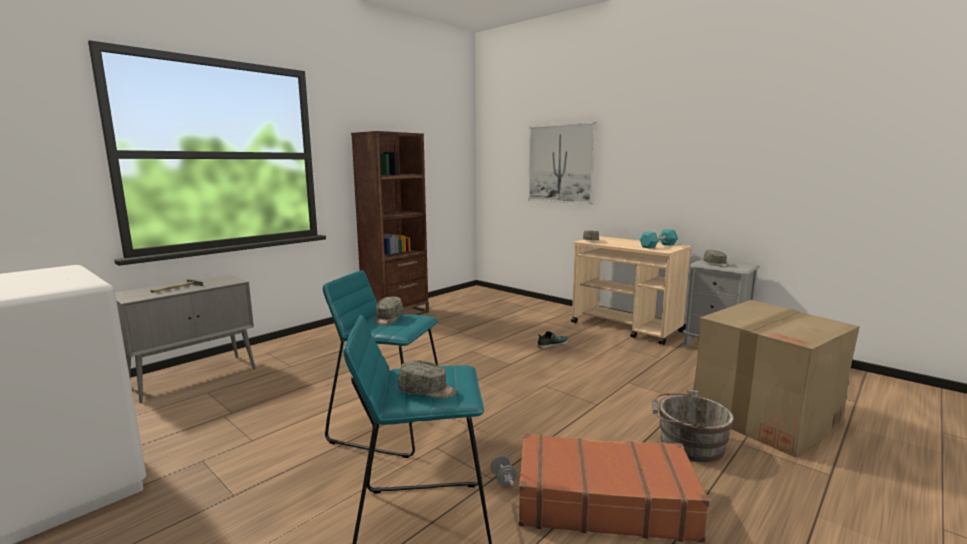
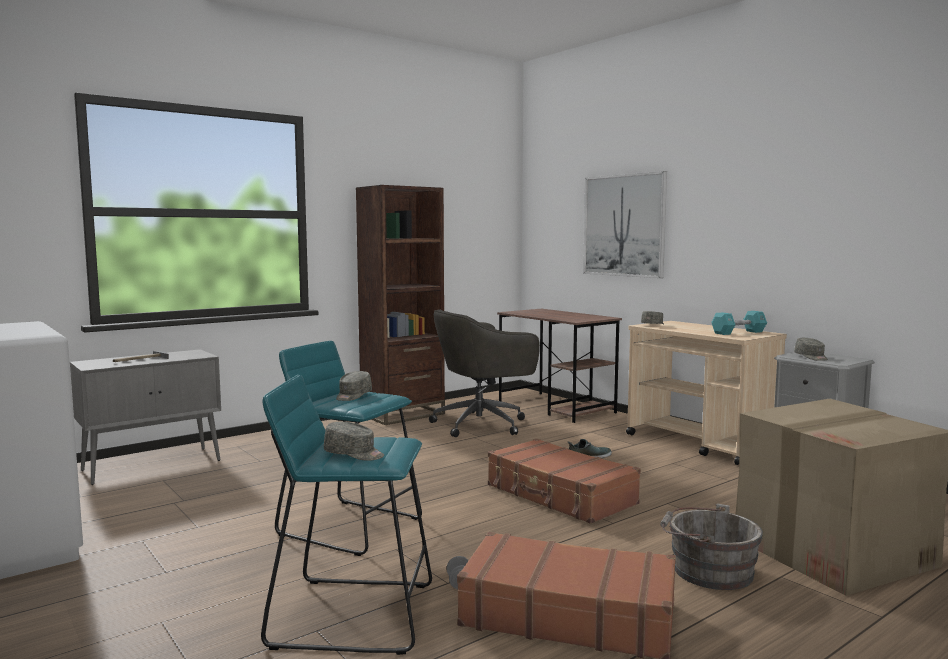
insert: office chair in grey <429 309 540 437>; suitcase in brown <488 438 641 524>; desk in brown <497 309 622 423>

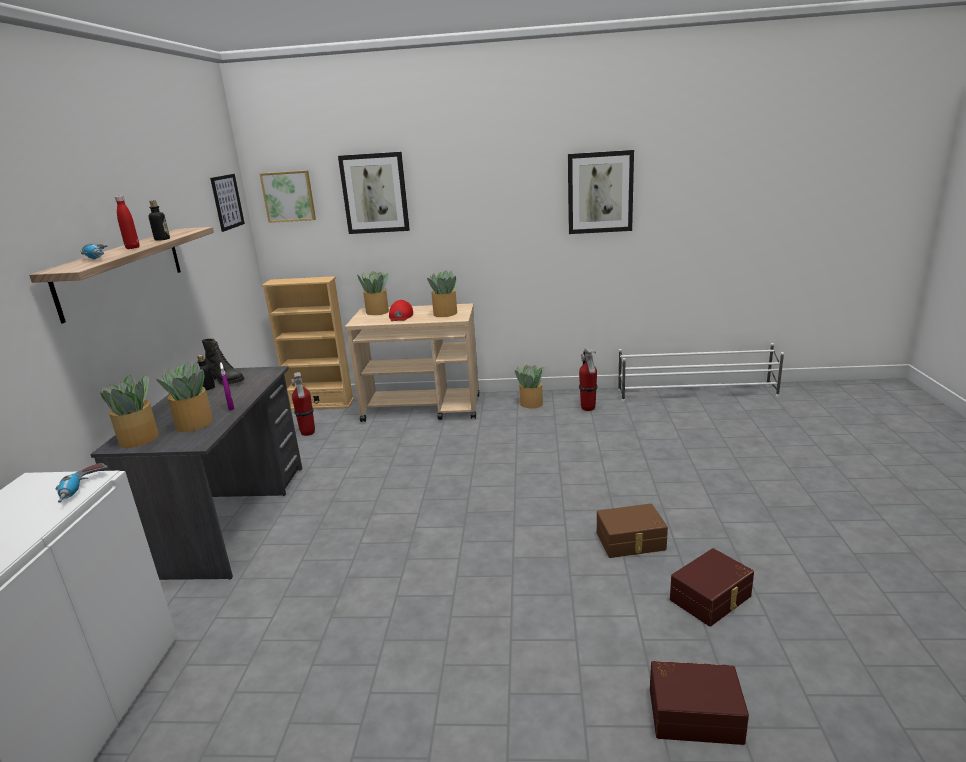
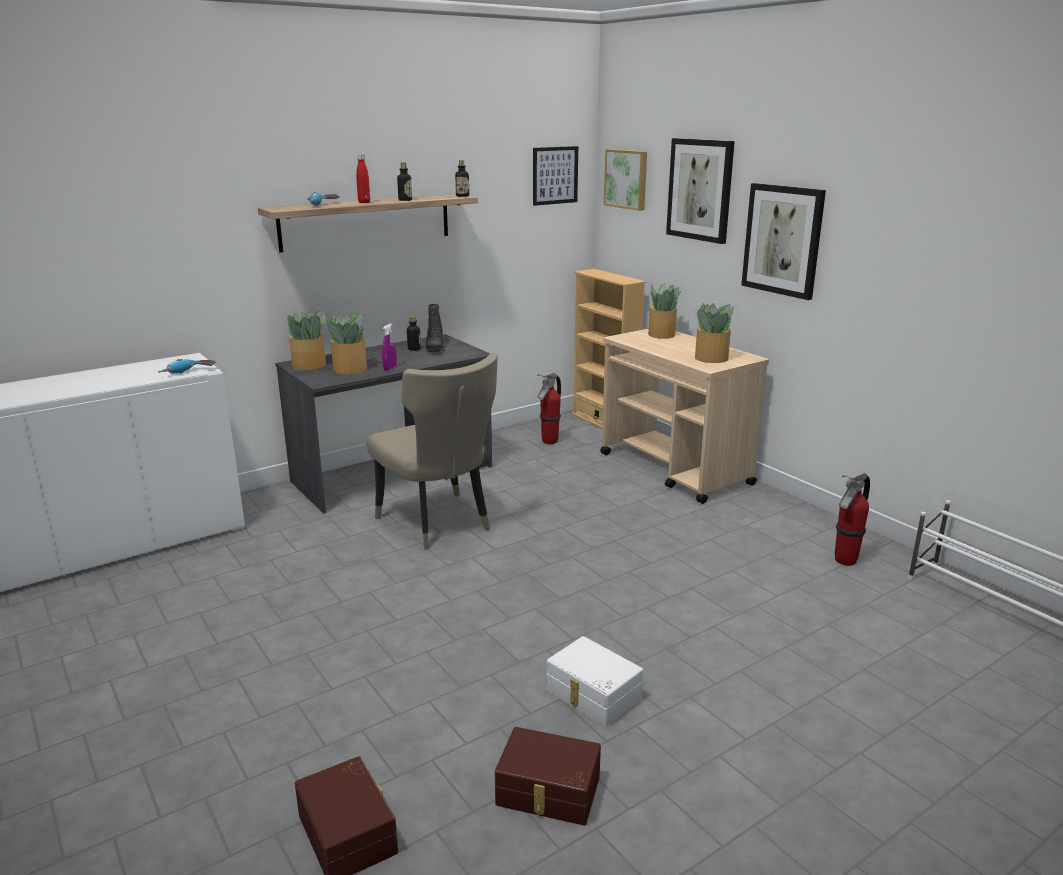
delete: cap in red <389 300 413 321>; potted plant <515 365 544 408>
insert: chair in beige <367 353 498 549>; bottle <455 160 469 197>
move: picture <568 150 634 234> to <741 183 826 300>
recolor: storage box in brown <597 504 668 558> to storage box in white <546 636 643 727>

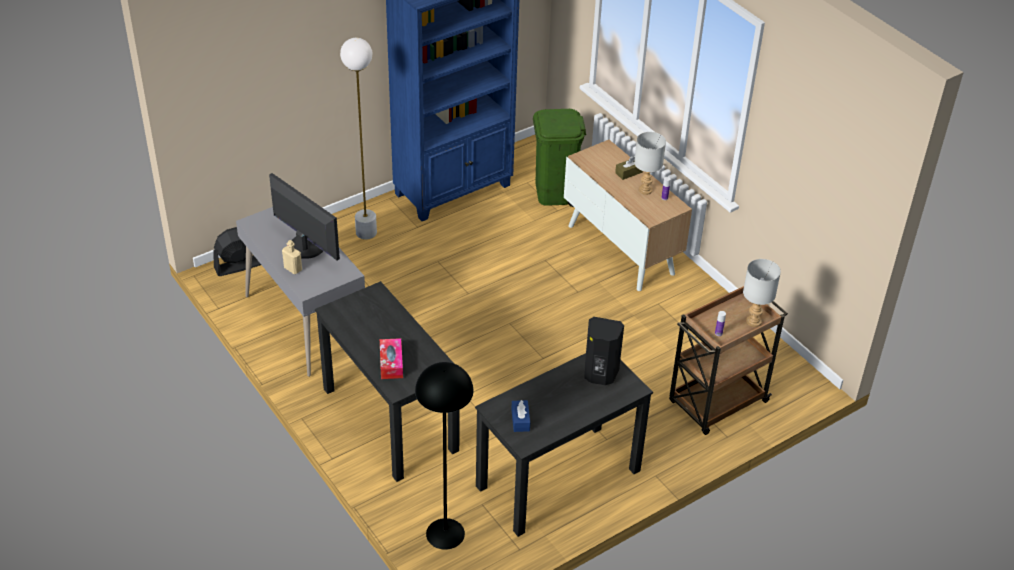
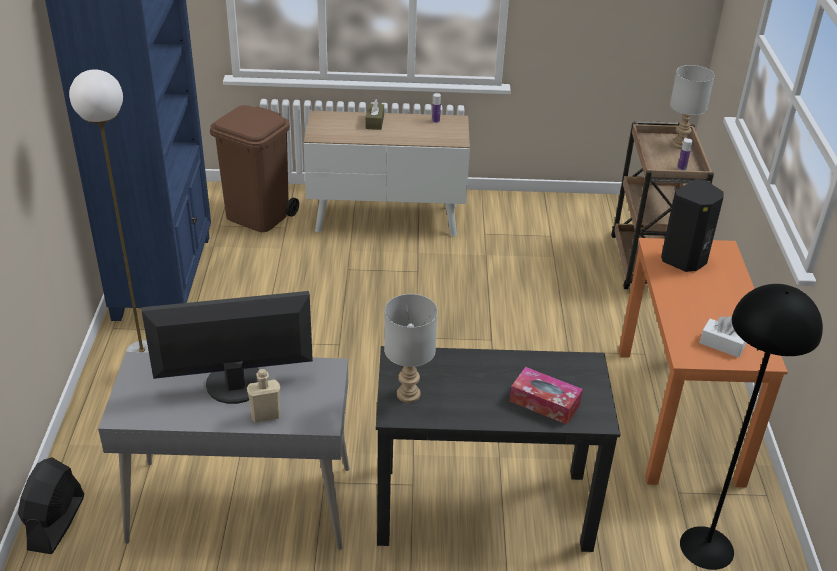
move: table lamp in grey <634 132 666 195> to <384 294 438 403>
recolor: desk in black <475 353 653 537> to desk in orange <619 238 788 487>; tissue box in blue <511 400 530 432> to tissue box in white <700 316 746 358>; trash can in green <533 109 586 207> to trash can in brown <210 105 299 232>

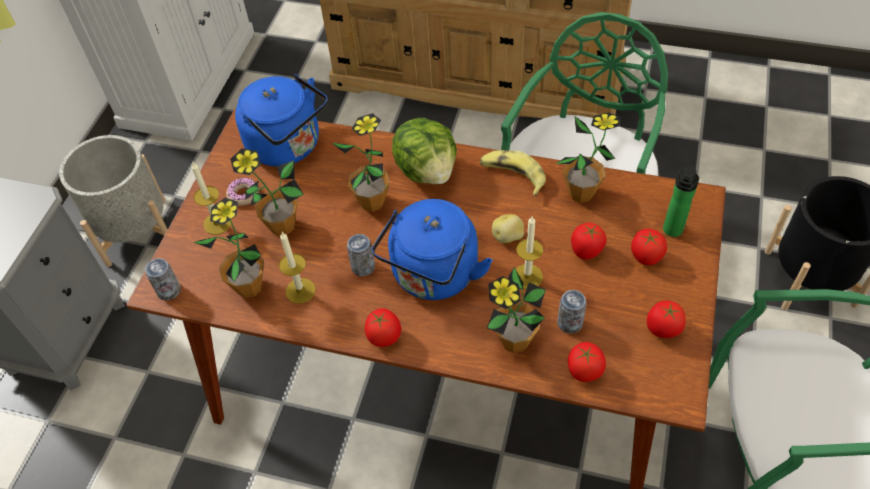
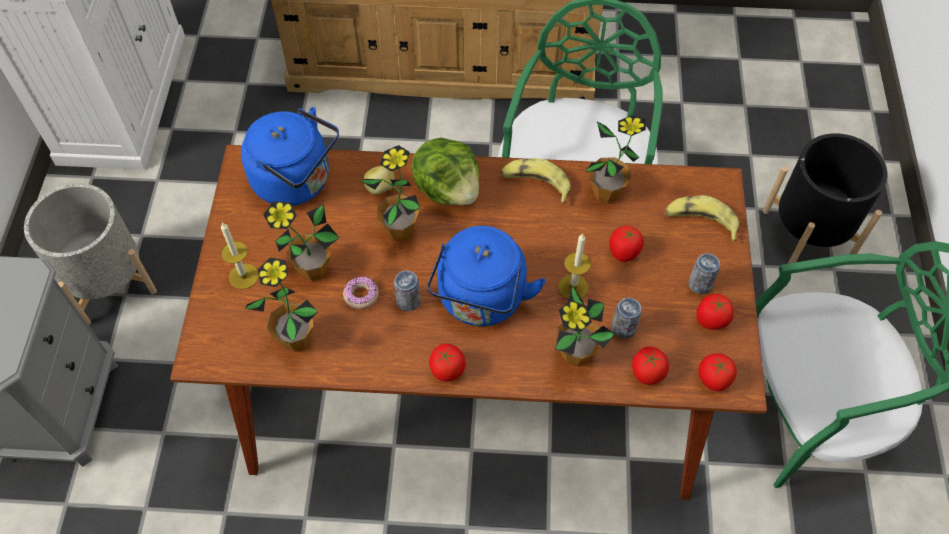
delete: candle <279 232 316 304>
move: can <145 258 181 301> to <688 253 720 294>; donut <226 178 259 206> to <343 277 379 309>; potato <492 214 524 243> to <364 166 395 195>; tomato <631 229 667 265> to <698 353 737 391>
replace: bottle <663 165 699 237> to banana <665 195 739 242>

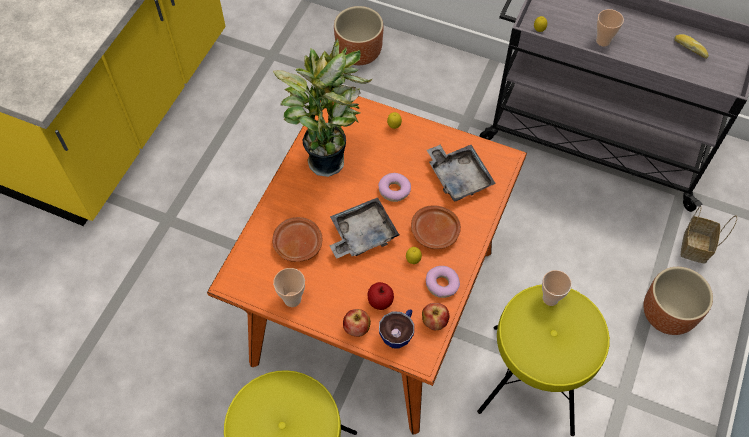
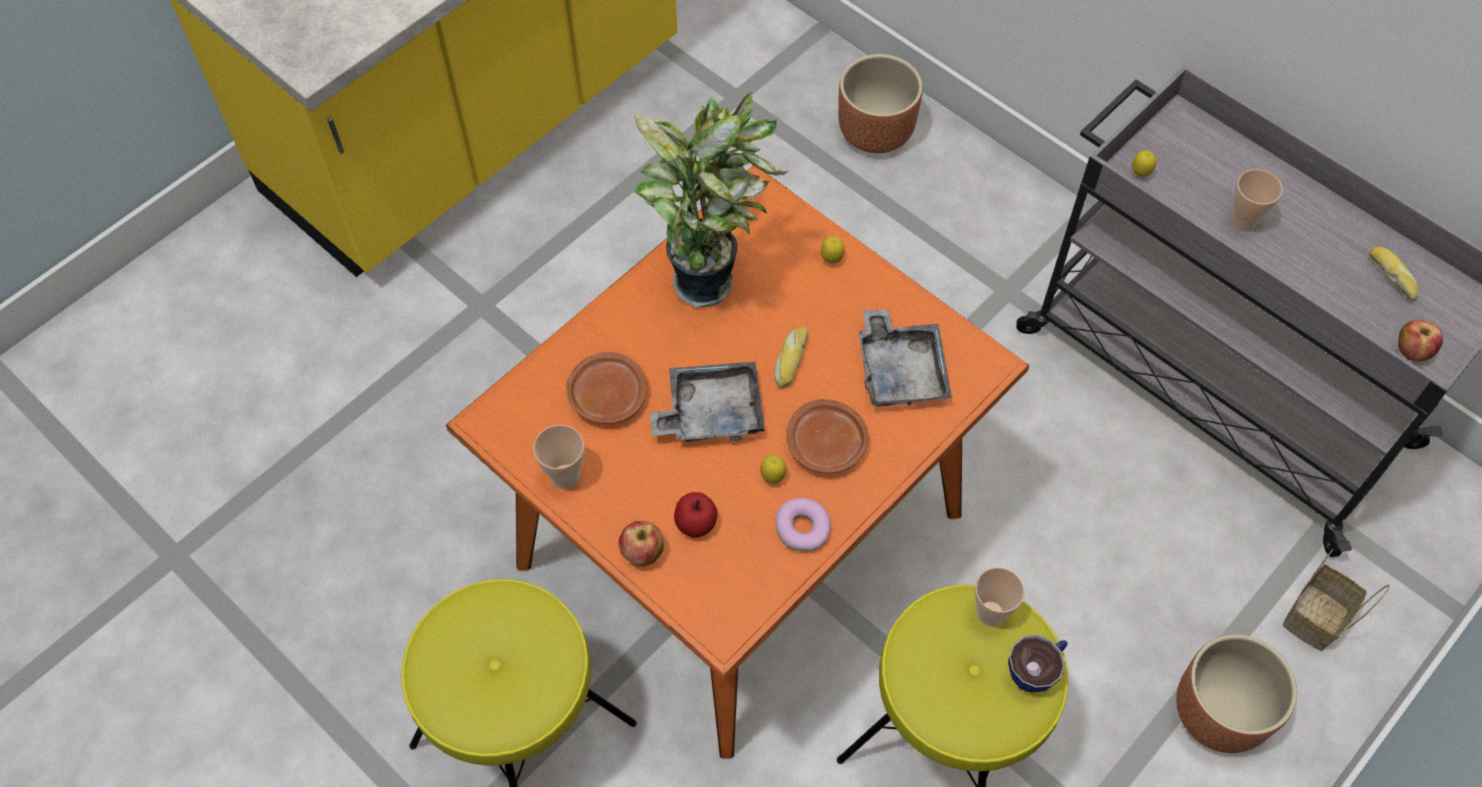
move: cup <379 309 414 349> to <1008 635 1068 693>; apple <422 303 449 330> to <1398 320 1443 362>
replace: donut <378 173 411 202> to bread <774 326 808 388>

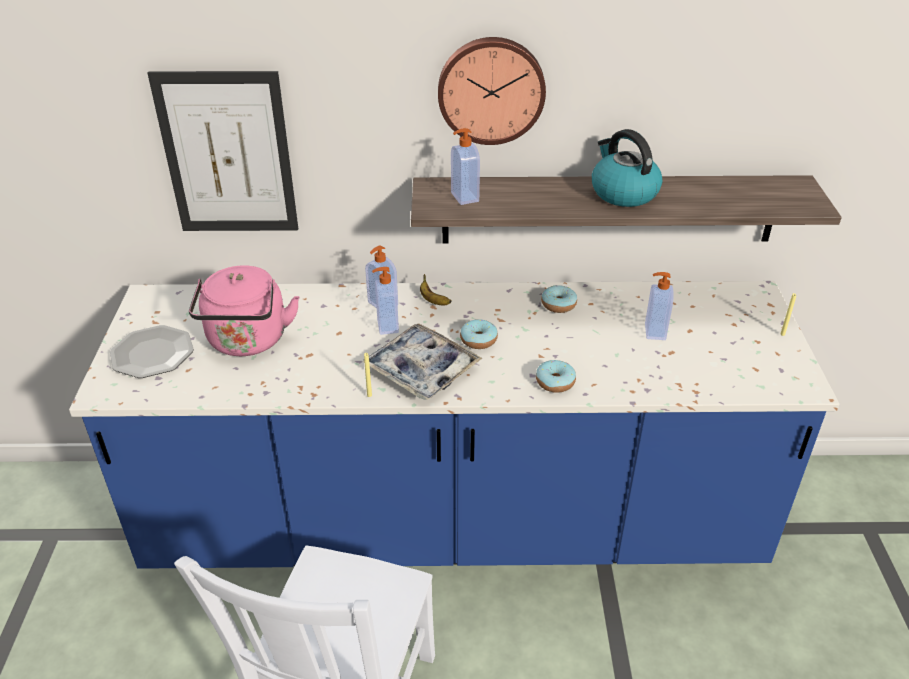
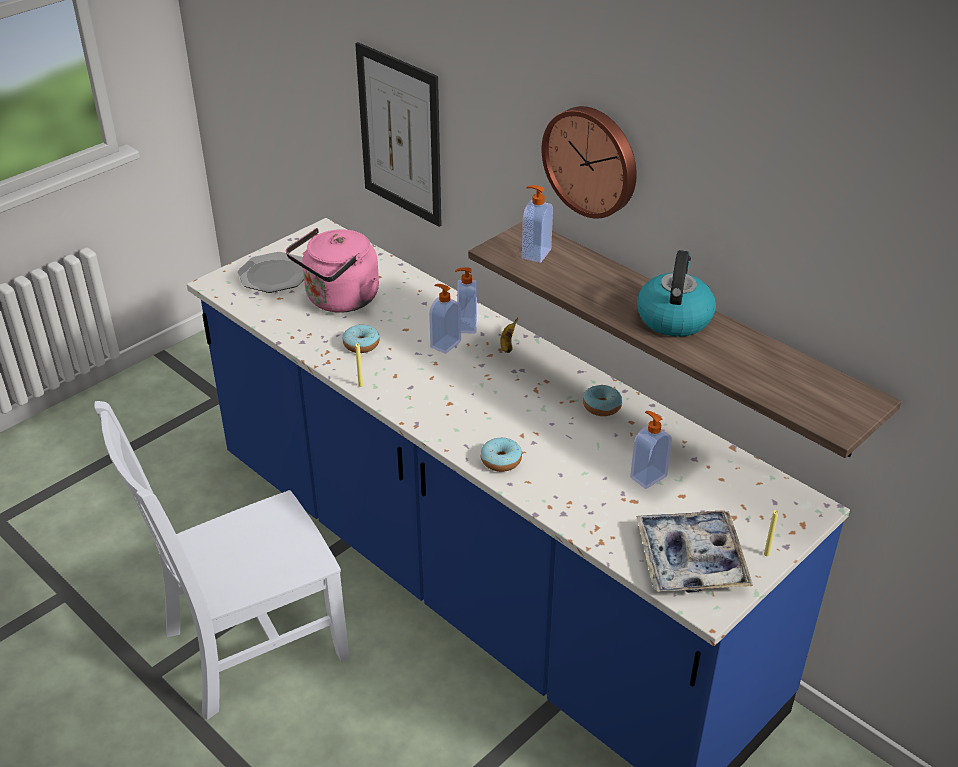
move: tray <361 323 482 400> to <636 510 753 593>; donut <460 319 498 349> to <342 325 380 353>

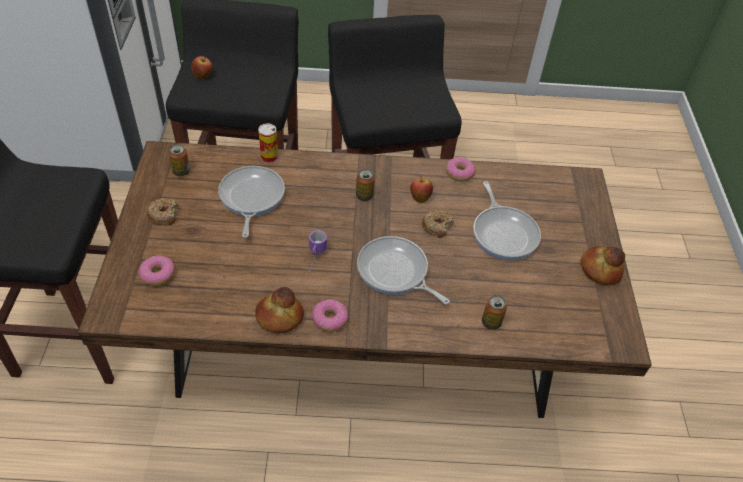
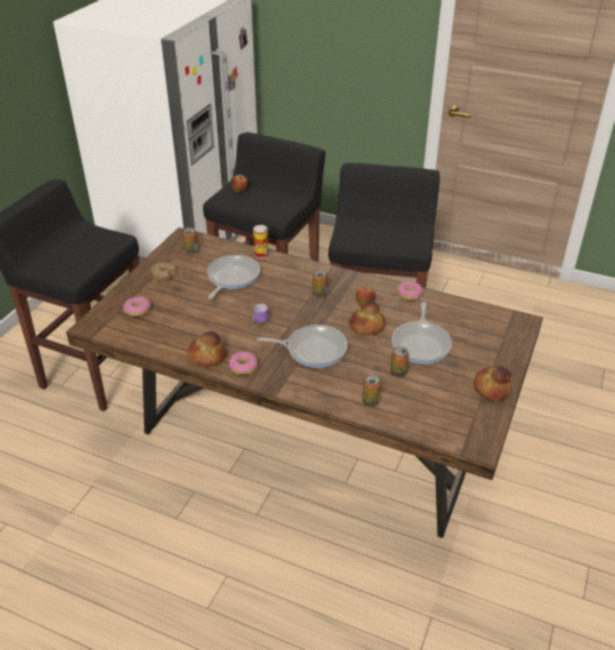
insert: can <390 346 409 377>
replace: donut <422 209 454 238> to bread <349 301 386 335>
rotate: frying pan <357 236 450 304> = <257 325 348 368> 120 degrees clockwise

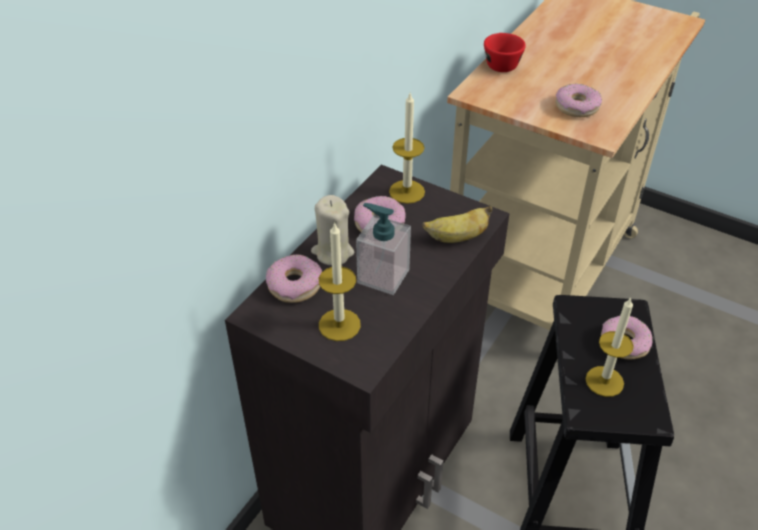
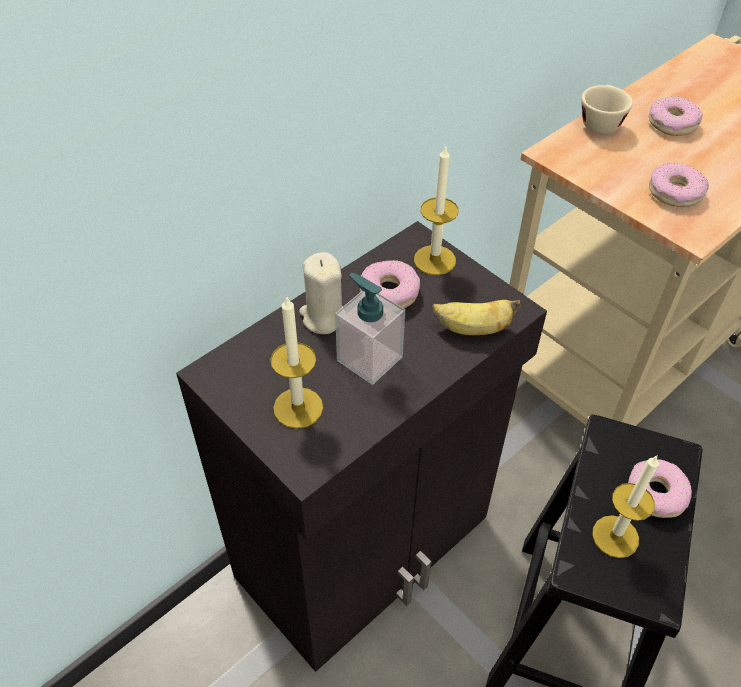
move: donut <266 254 322 303> to <649 96 703 136>
recolor: cup in red <484 33 526 72> to cup in beige <581 85 633 134>

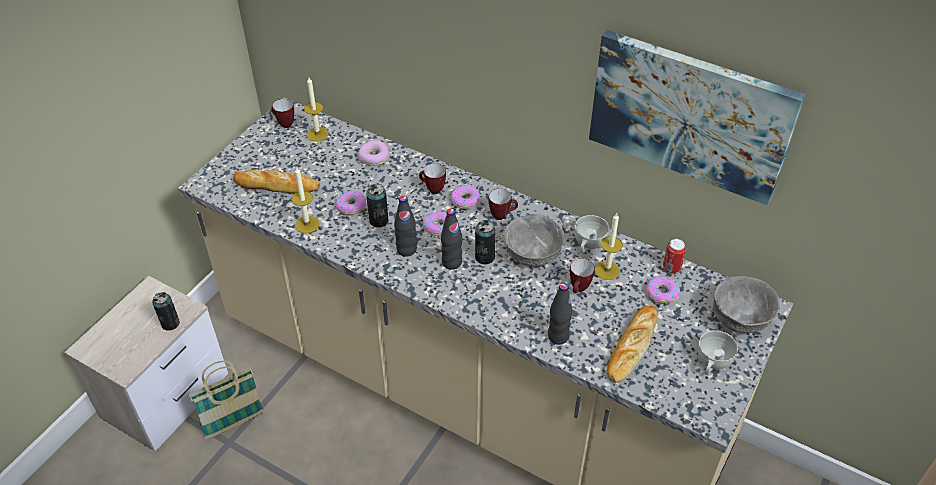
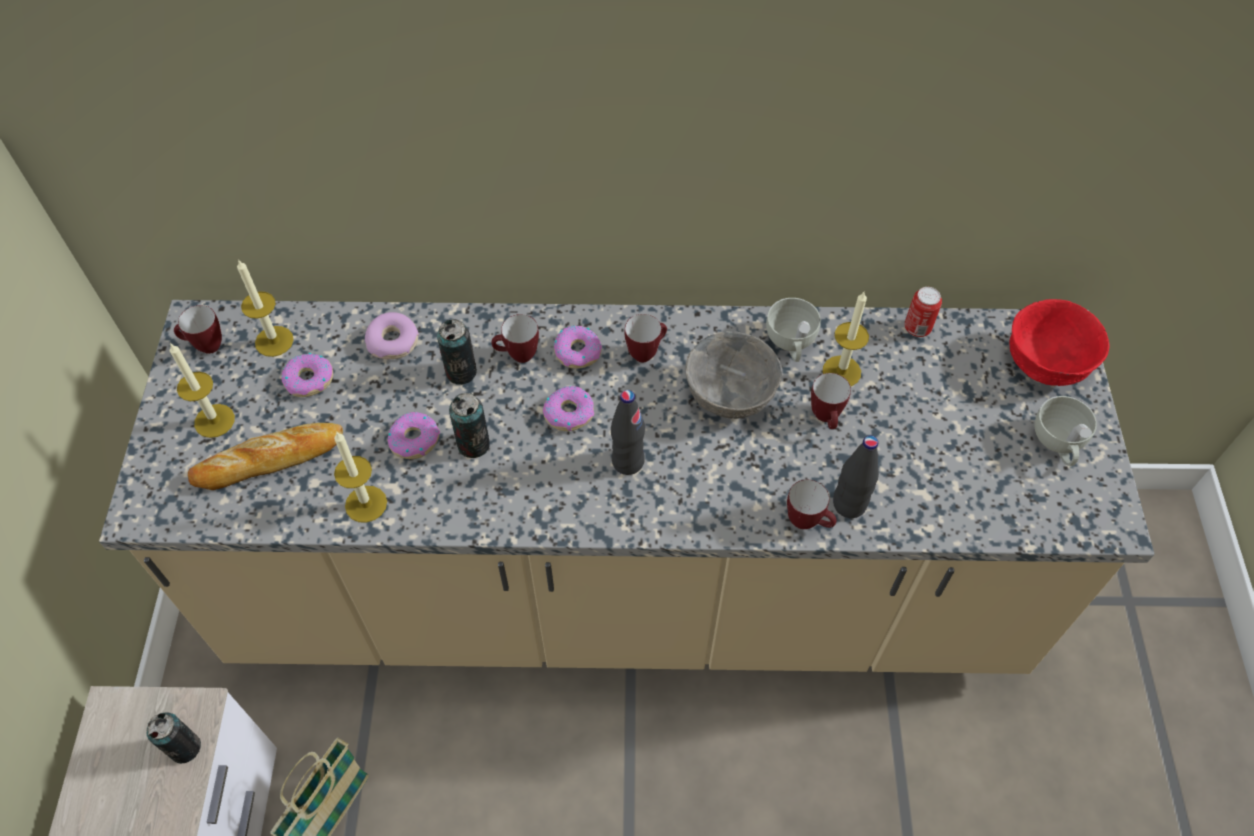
delete: bottle in black <394 196 417 257>; picture <589 30 805 205>; bread <607 306 658 383>
insert: candle <170 343 235 438>; mug <787 479 837 529>
move: can <475 220 496 264> to <437 319 477 385>; donut <646 276 680 304> to <281 353 333 397>
recolor: bowl in grey <713 276 780 333> to bowl in red <1009 299 1110 386>

